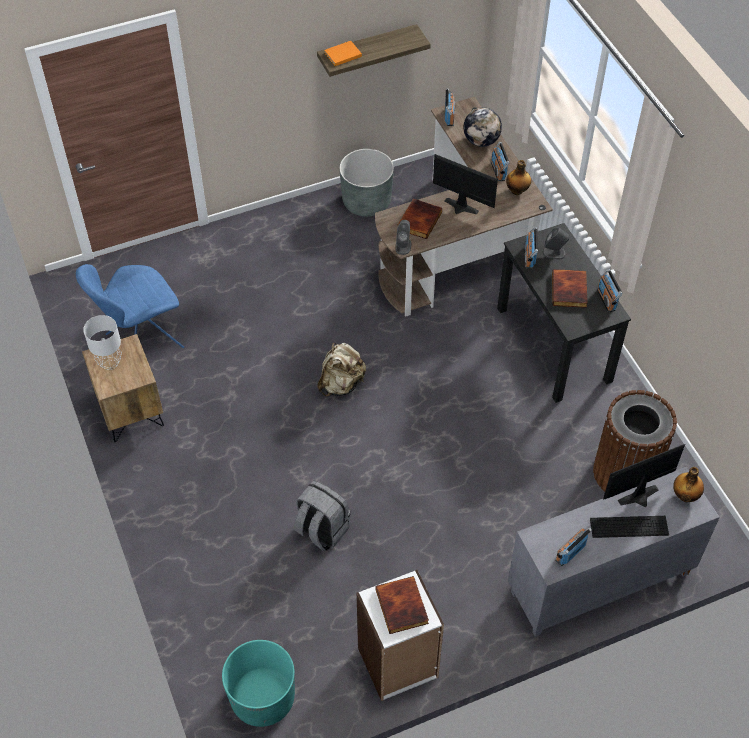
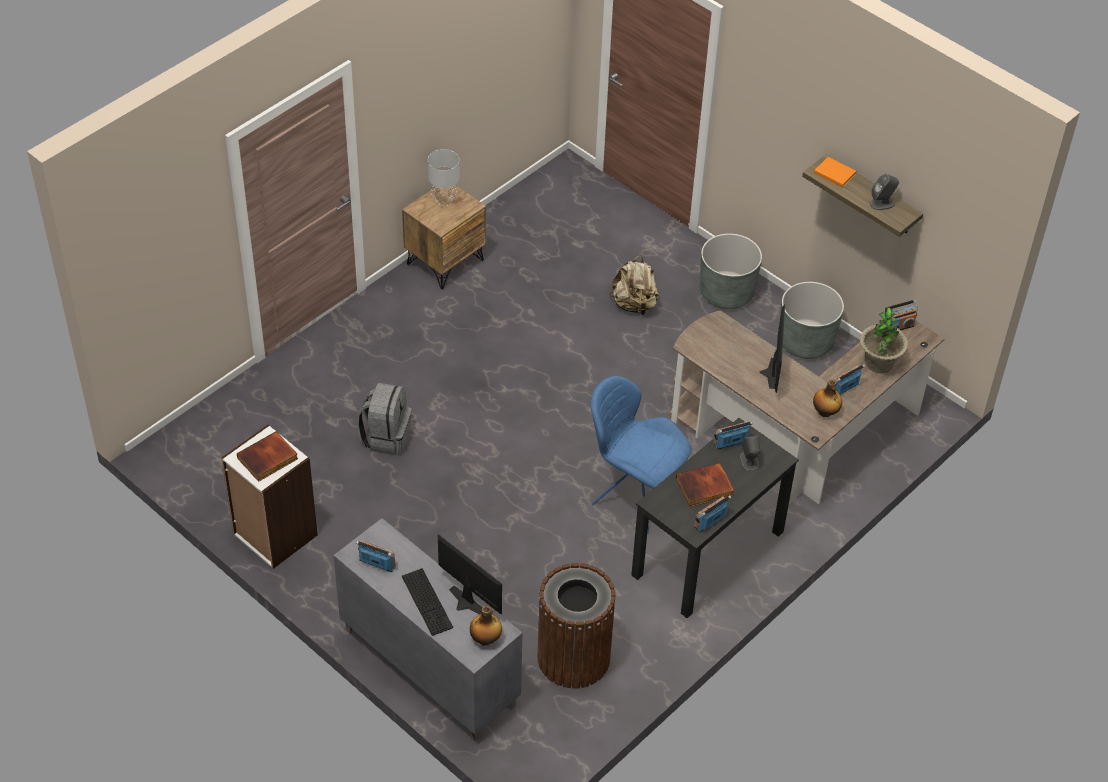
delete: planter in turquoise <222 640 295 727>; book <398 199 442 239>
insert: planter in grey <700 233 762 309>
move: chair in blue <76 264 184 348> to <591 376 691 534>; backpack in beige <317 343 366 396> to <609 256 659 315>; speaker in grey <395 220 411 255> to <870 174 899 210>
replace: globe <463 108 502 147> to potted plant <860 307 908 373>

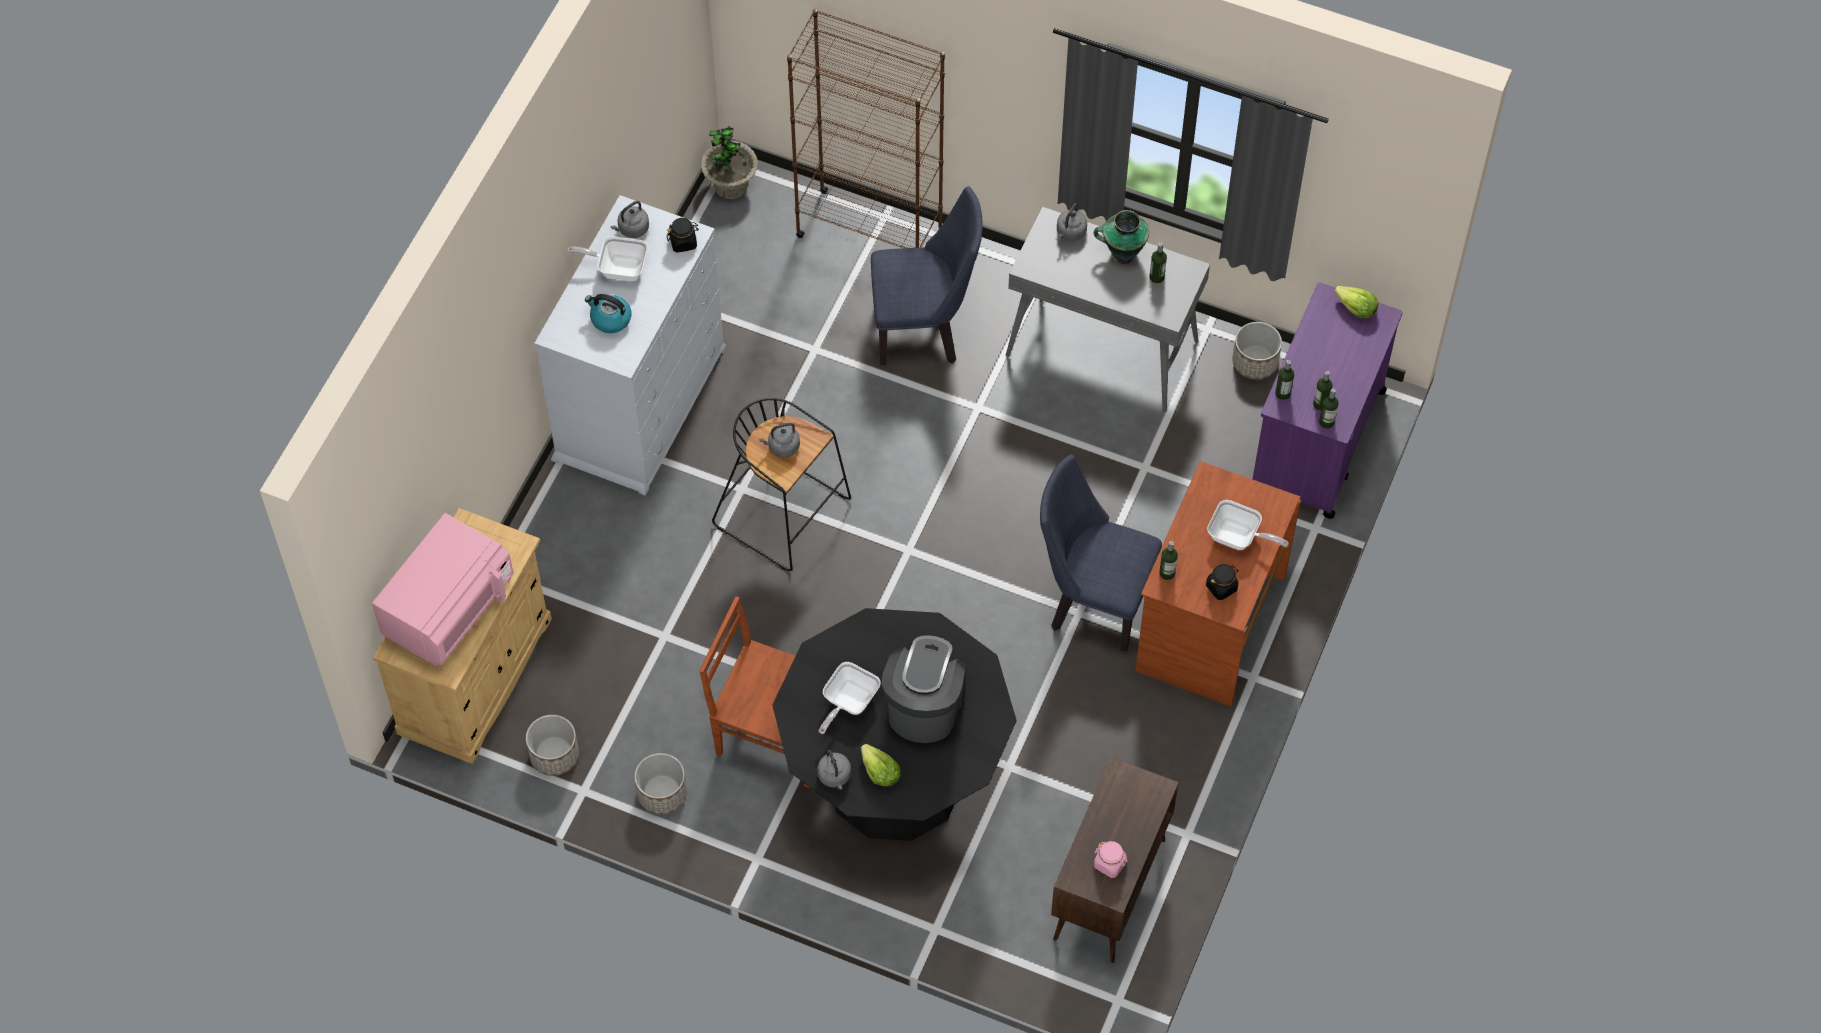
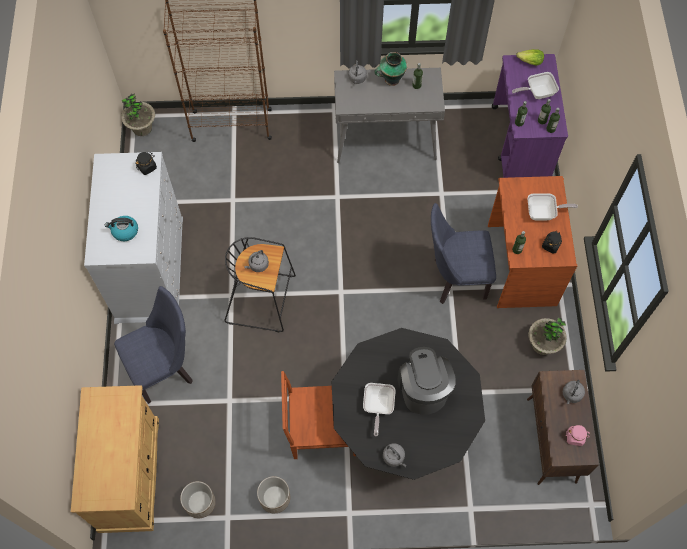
delete: microwave in pink <372 513 513 666>; lettuce <861 744 901 786>; planter <1232 322 1282 380>
insert: potted plant <528 318 567 355>
move: frying pan <567 236 647 281> to <512 72 559 99>; kettle in grey <610 201 649 238> to <562 380 585 404>; chair in blue <871 186 983 366> to <114 286 193 404>

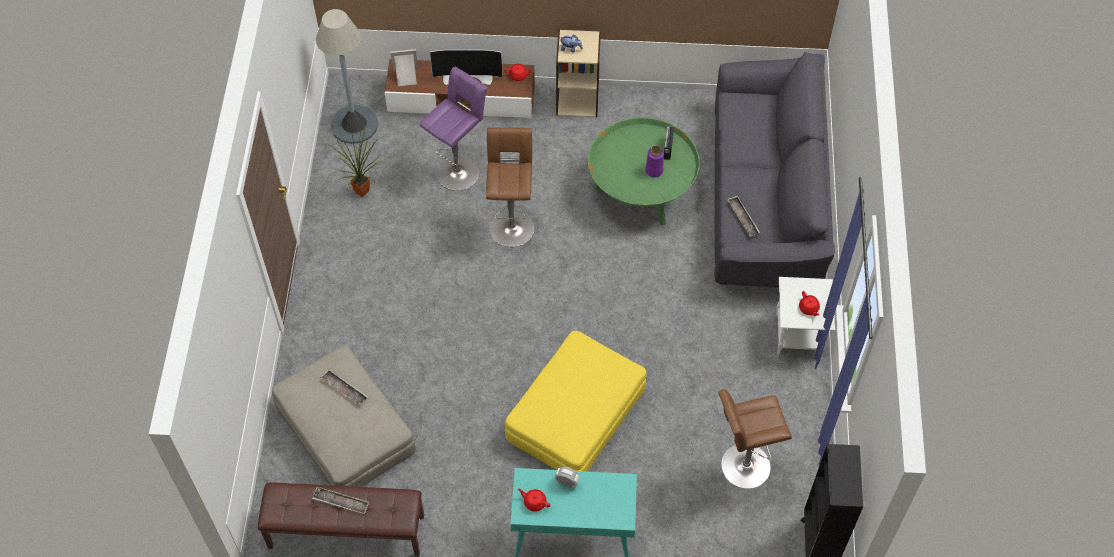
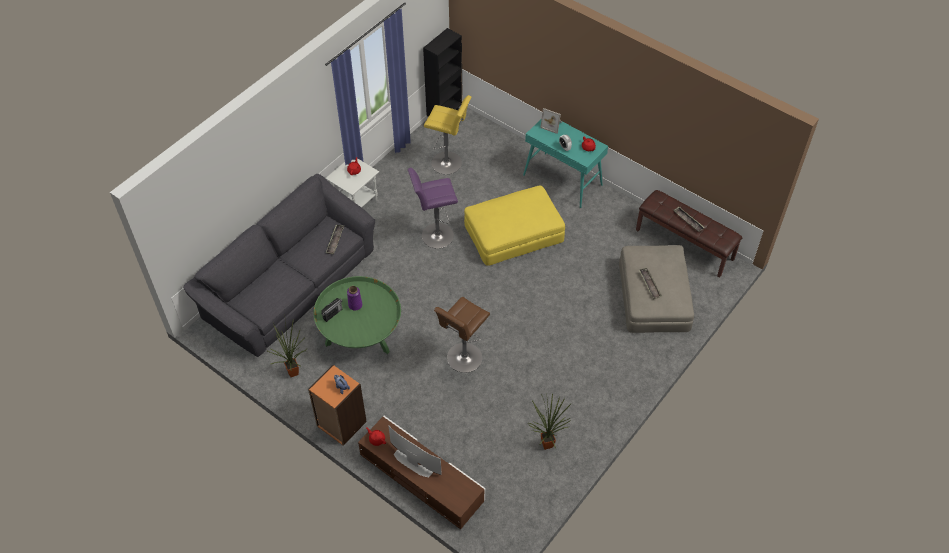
delete: floor lamp in grey <316 9 378 144>
insert: potted plant <266 321 308 377>
move: picture frame <391 49 418 86> to <540 108 562 134>; stool in purple <420 67 488 191> to <408 168 458 248>
recolor: bookcase in beige <556 30 601 117> to bookcase in orange <308 365 367 446>; stool in brown <718 389 792 489> to stool in yellow <424 95 472 174>

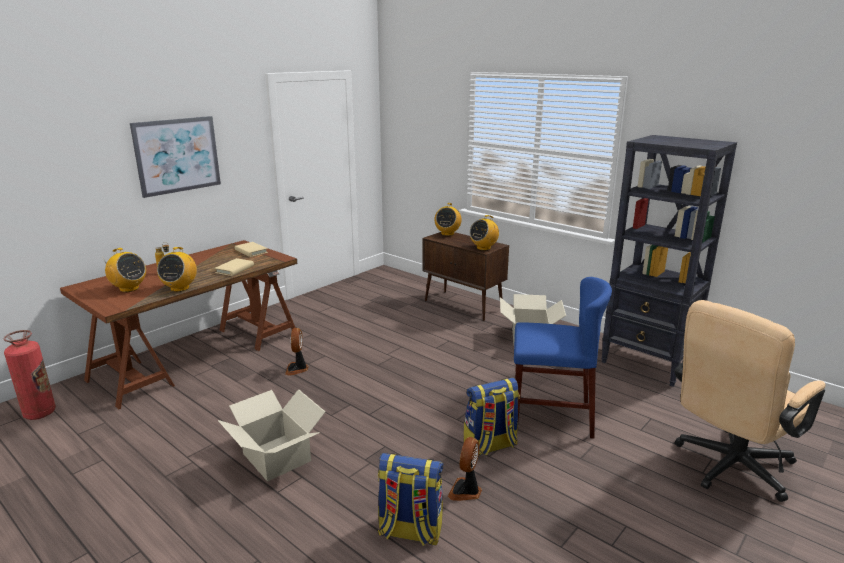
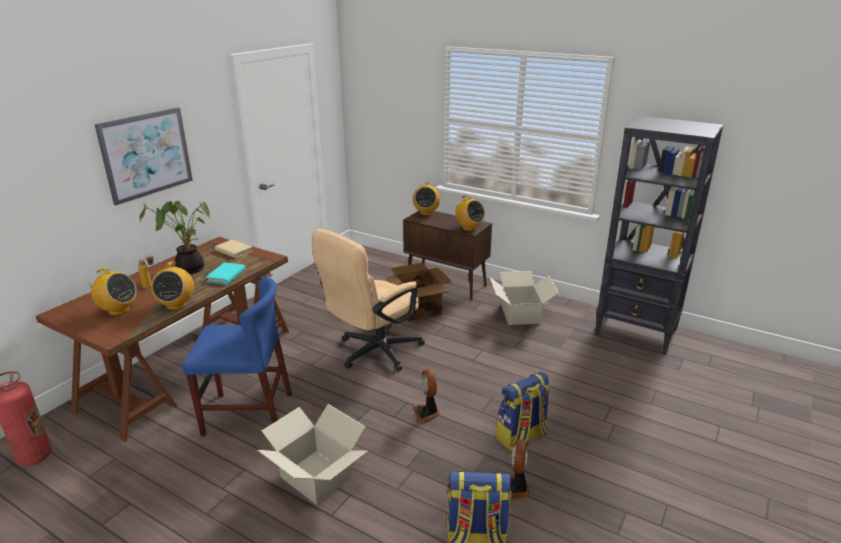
insert: potted plant <139 201 210 274>; cardboard box <386 263 452 321>
move: fan <285 328 309 376> to <413 369 440 424>; chair in blue <514 277 612 439> to <182 277 292 437>; office chair in beige <674 300 825 502> to <312 229 425 371>
recolor: book in beige <214 258 254 276> to book in turquoise <206 262 245 284>
rotate: radio <470 215 499 250> = <455 195 485 231> 75 degrees counterclockwise

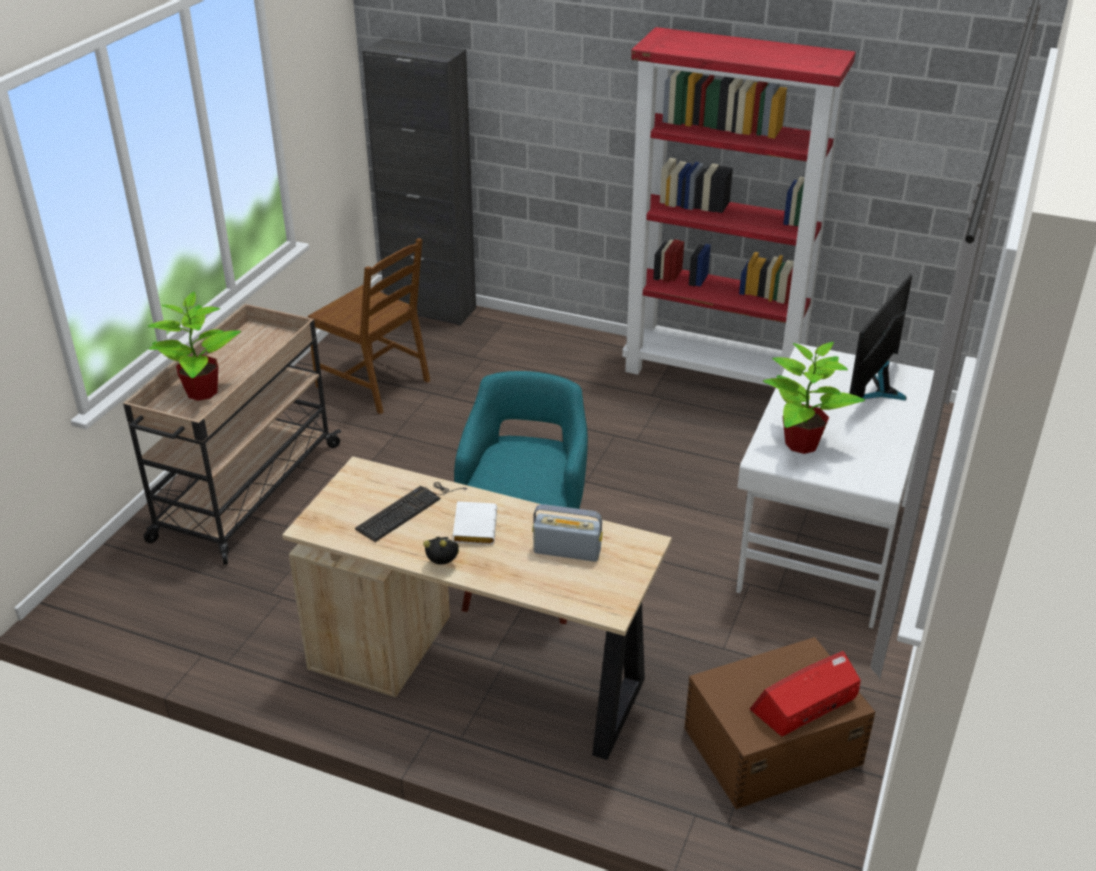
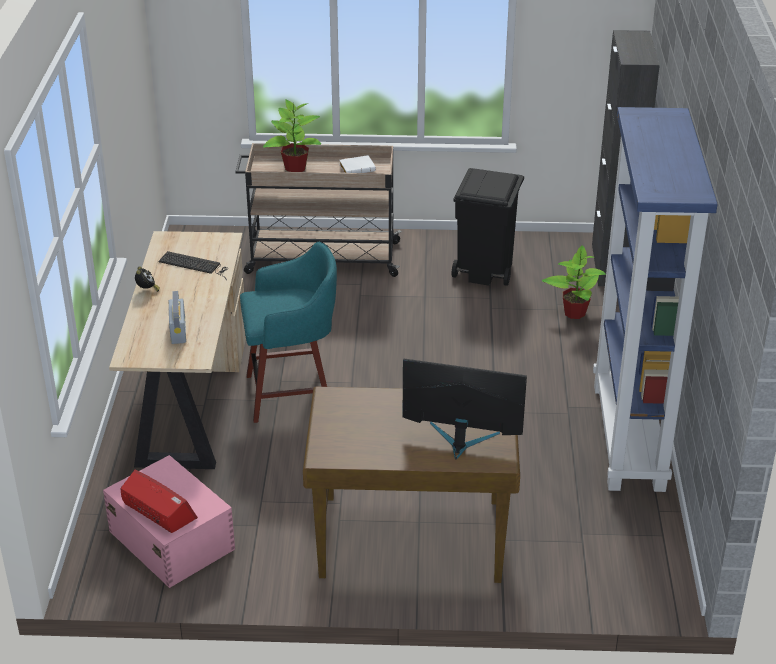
move: book in white <453 501 497 545> to <339 155 376 173>; potted plant <763 342 865 454> to <542 245 606 319>
replace: chair in brown <308 238 430 414> to trash can in black <452 168 524 286>
recolor: bookcase in red <622 27 856 387> to bookcase in blue <593 107 718 492>; storage box in brown <684 637 875 809> to storage box in pink <103 455 235 588>; desk in white <736 343 934 628> to desk in brown <303 387 520 583>

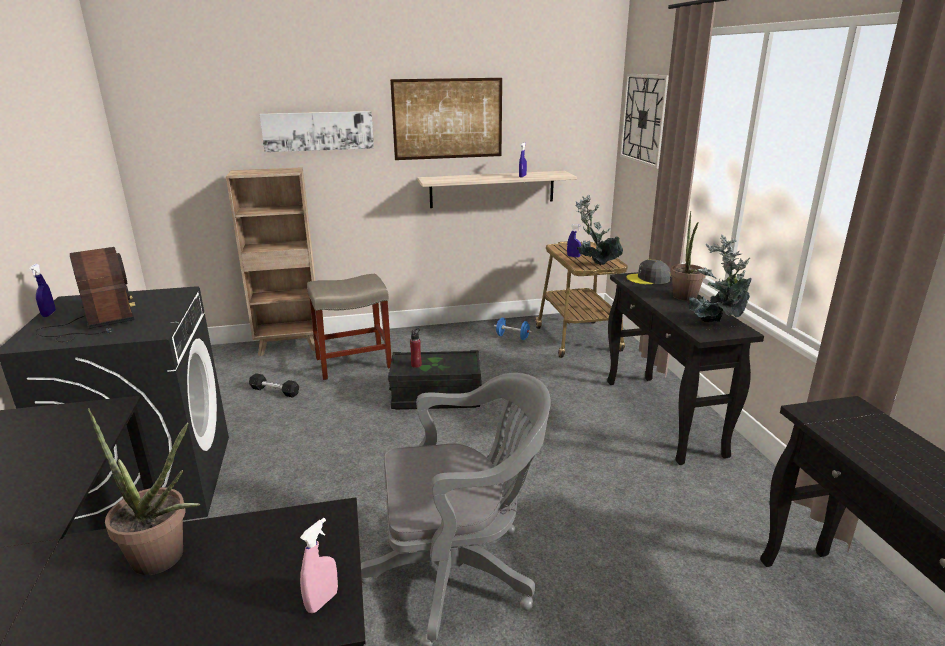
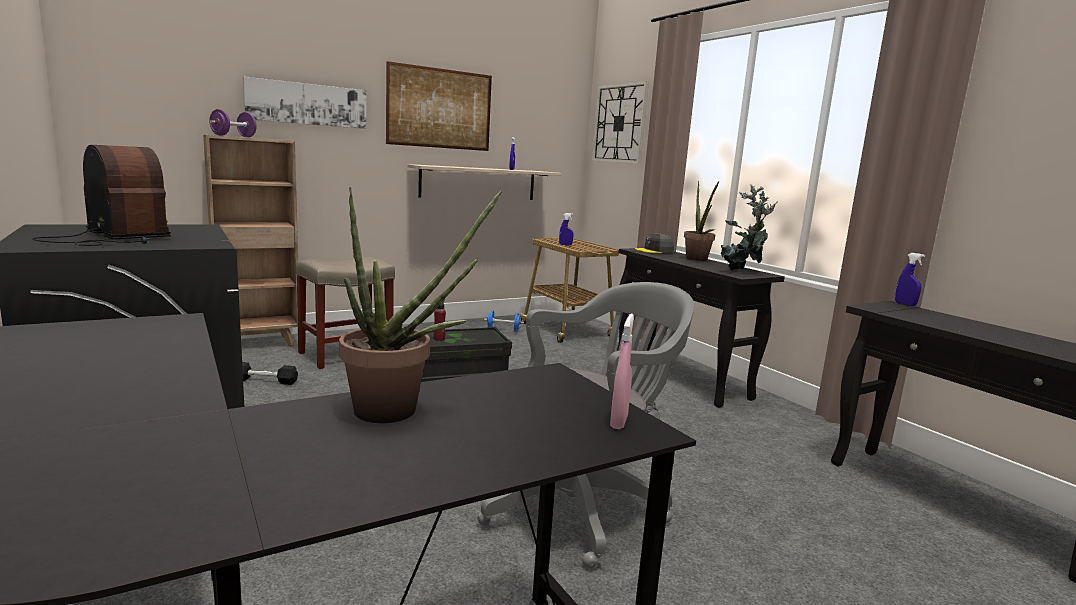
delete: potted plant <575 195 623 265>
insert: dumbbell in purple <209 109 257 137>
move: spray bottle in blue <29 264 56 317> to <895 253 925 306>

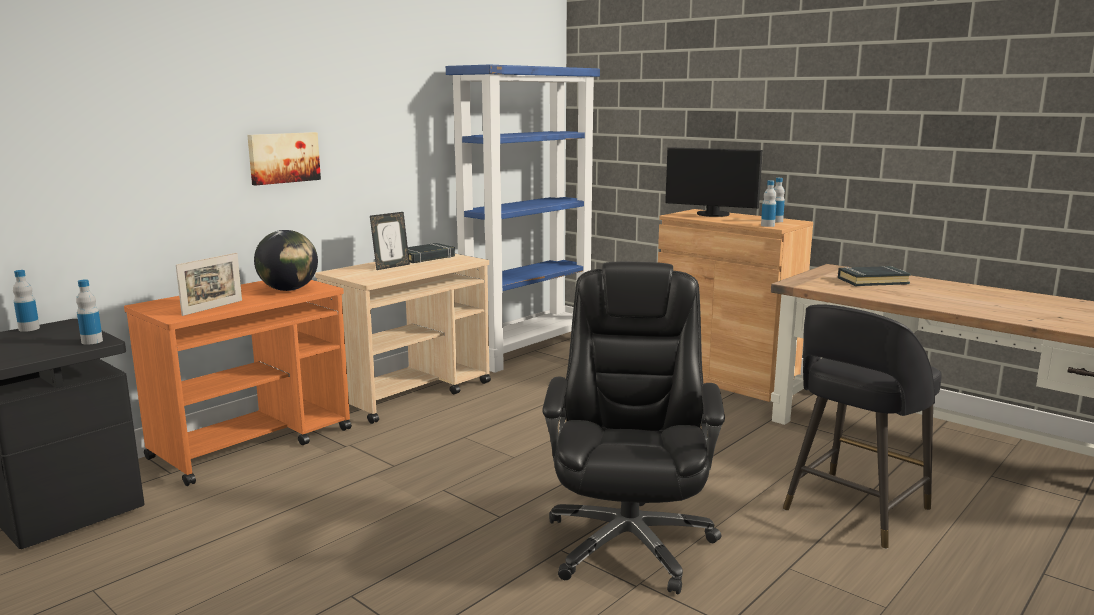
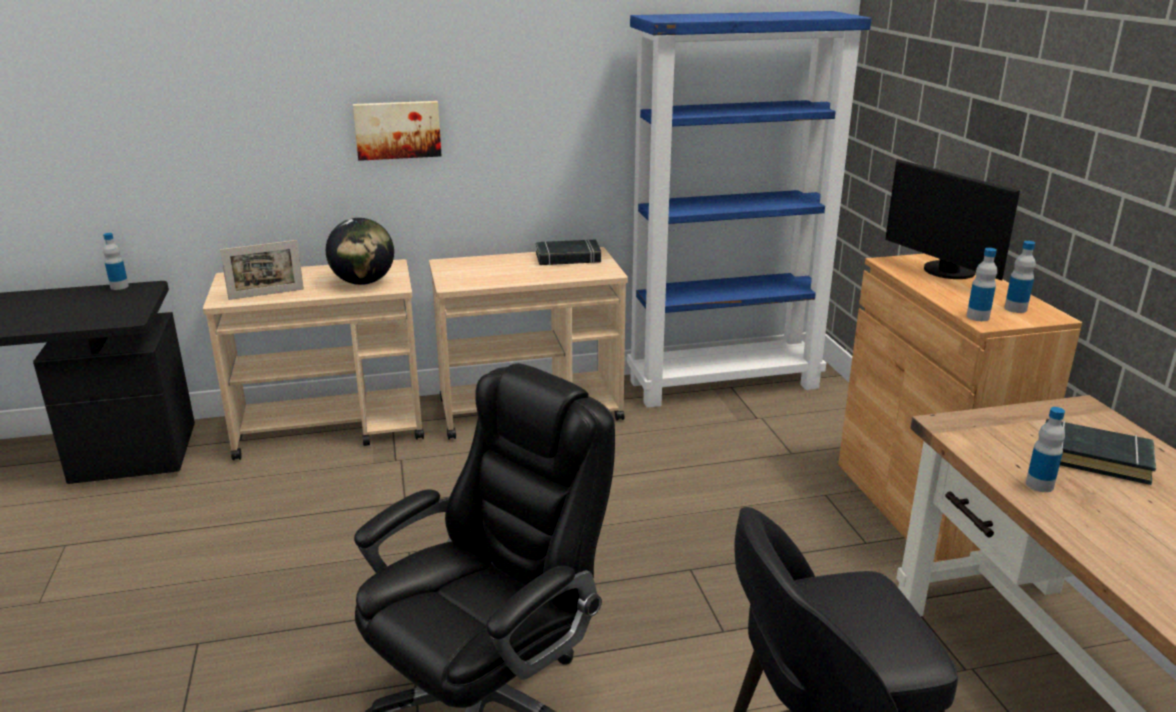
delete: picture frame <370 212 410 270>
move: bottle <76 279 103 345> to <1026 407 1065 492>
recolor: cart in orange <124 280 352 486> to cart in beige <203 259 424 460>

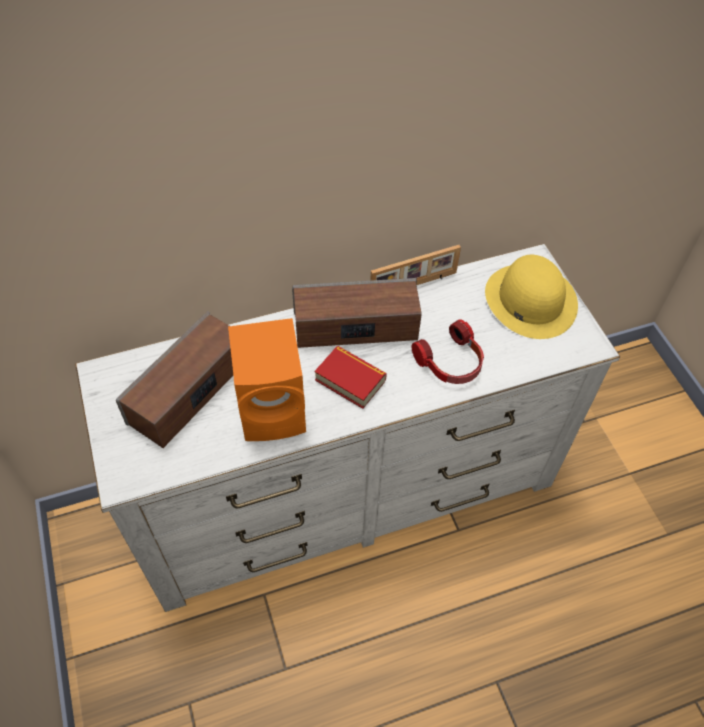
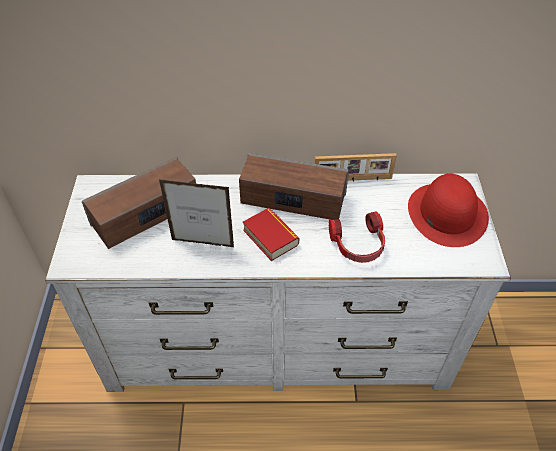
replace: speaker in orange <228 318 306 441> to picture frame <159 179 234 247>
recolor: hat in yellow <485 255 578 339> to hat in red <408 174 489 247>

